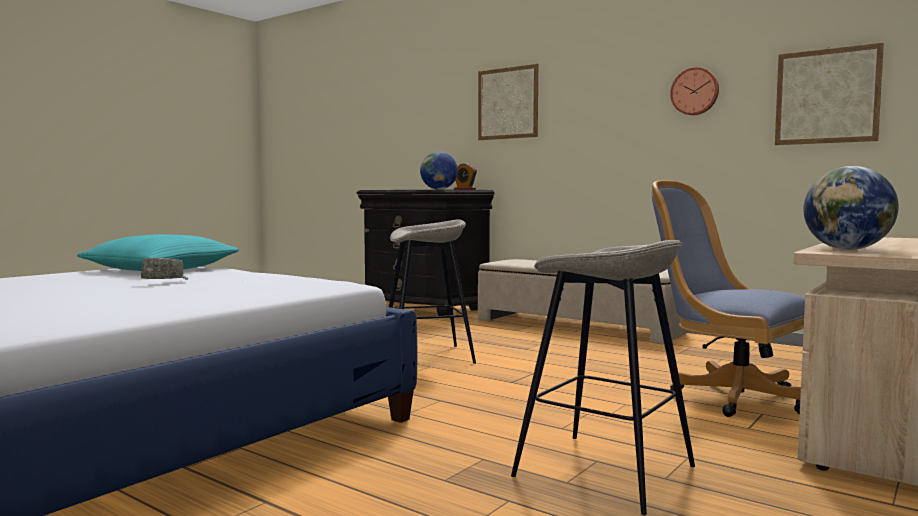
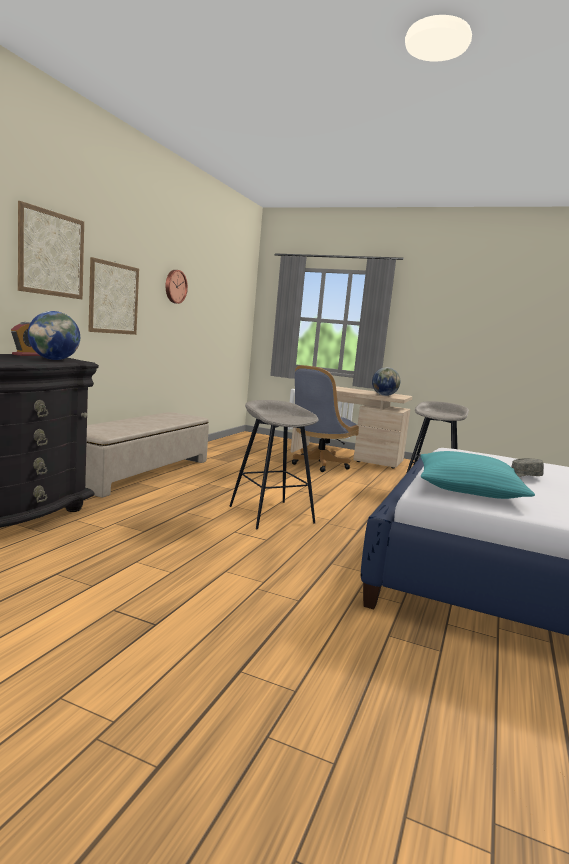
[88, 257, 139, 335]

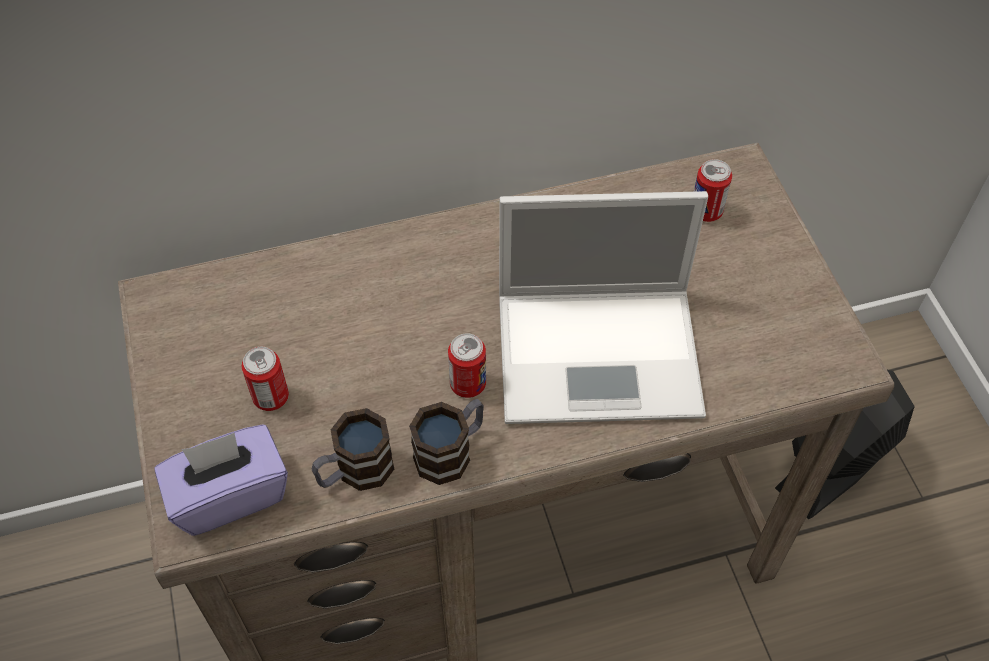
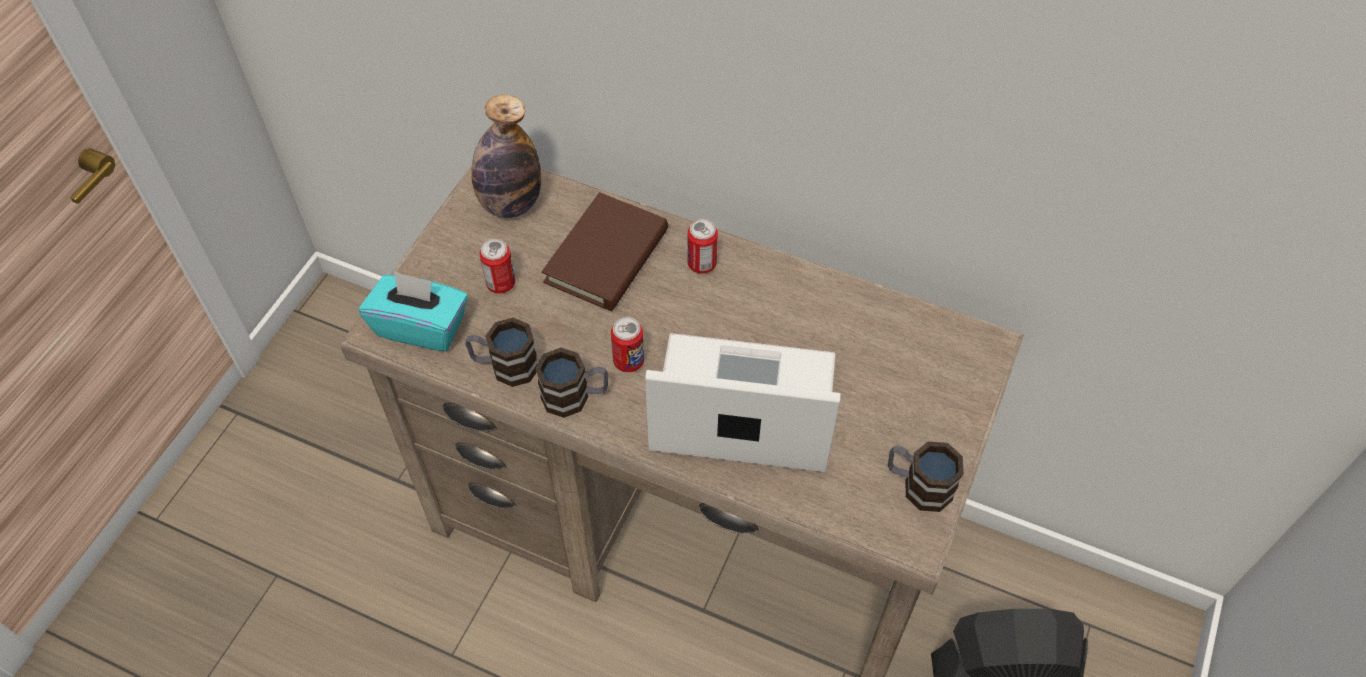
[471, 94, 541, 218]
[542, 192, 668, 311]
[888, 442, 964, 512]
[687, 219, 718, 274]
[359, 271, 468, 352]
[645, 333, 841, 472]

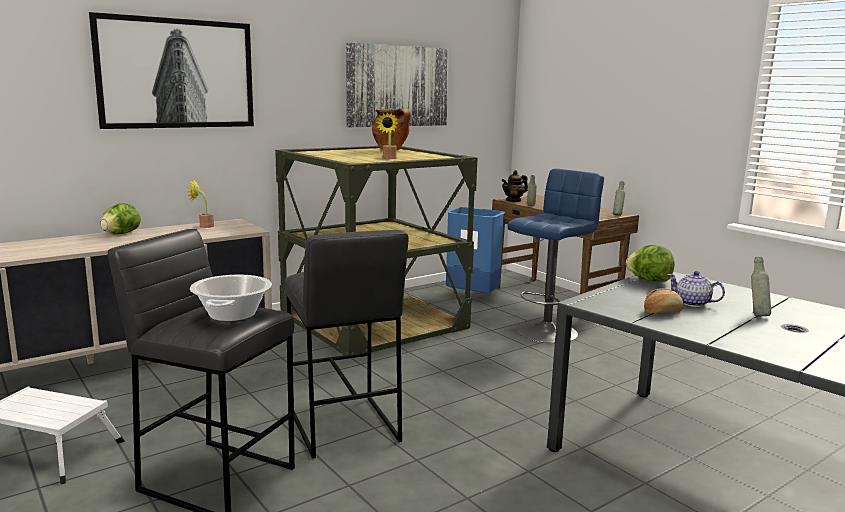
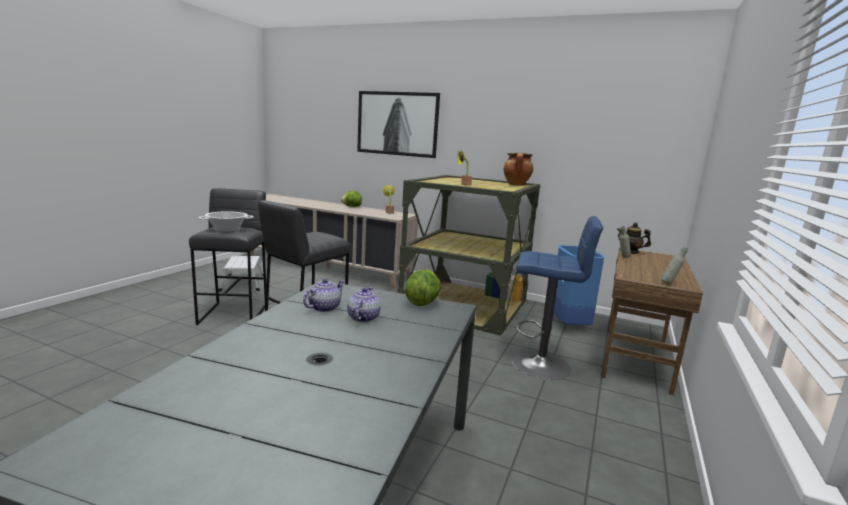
[346, 43, 449, 127] (first image)
[751, 257, 771, 316] (first image)
[303, 279, 345, 312]

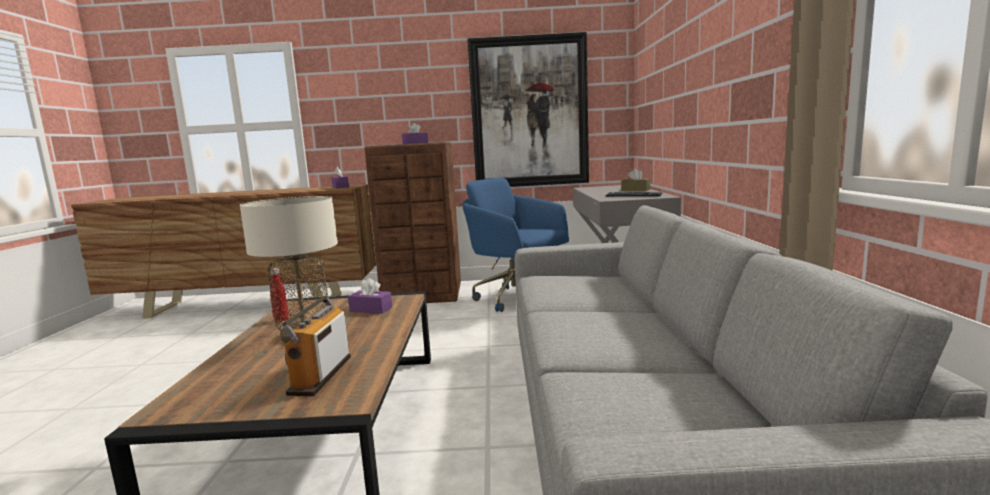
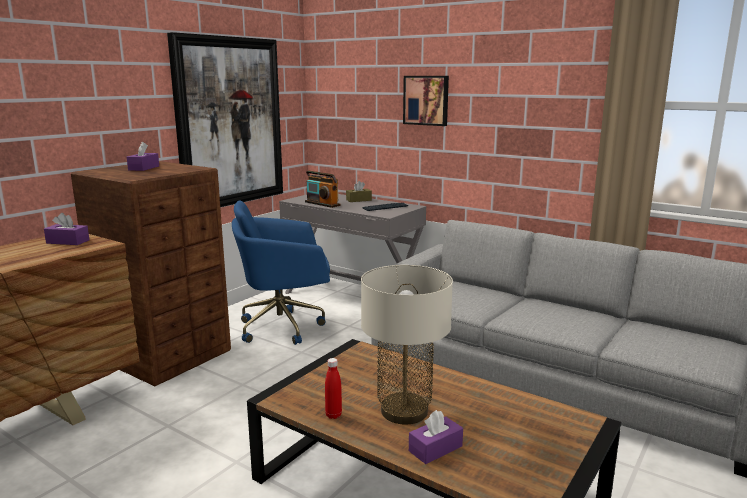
[403, 76, 449, 126]
[305, 170, 341, 208]
[409, 410, 463, 464]

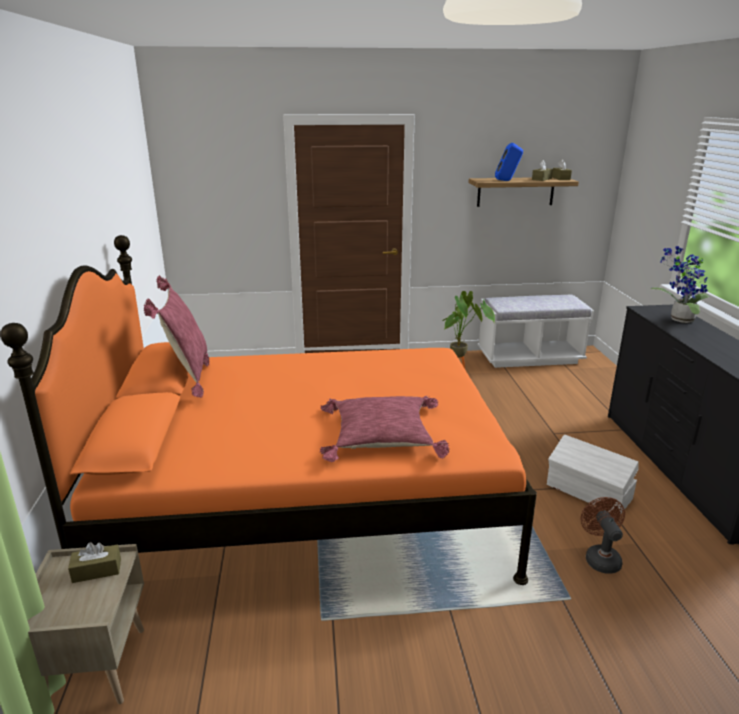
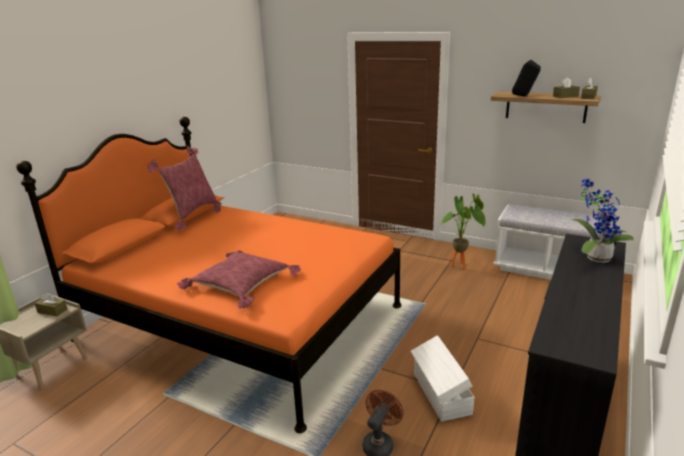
[512, 60, 541, 96]

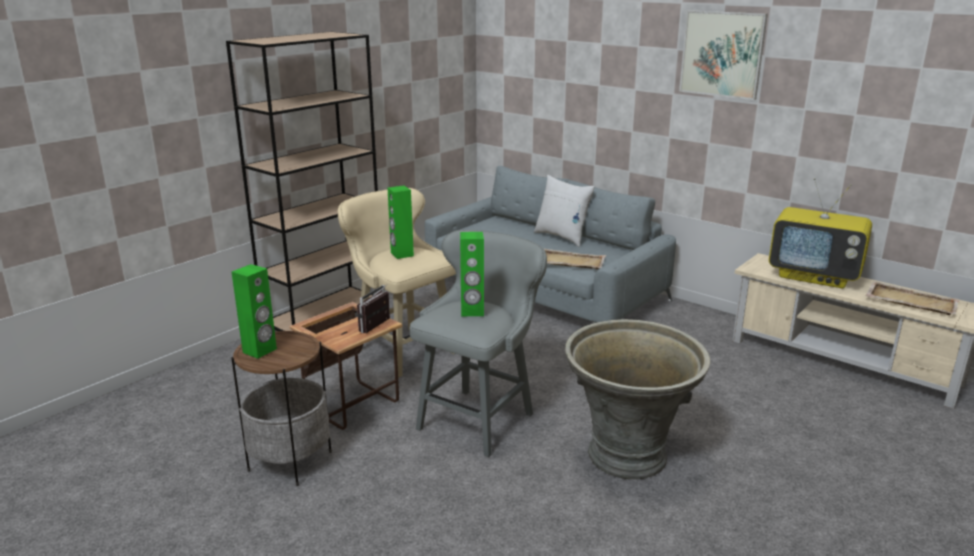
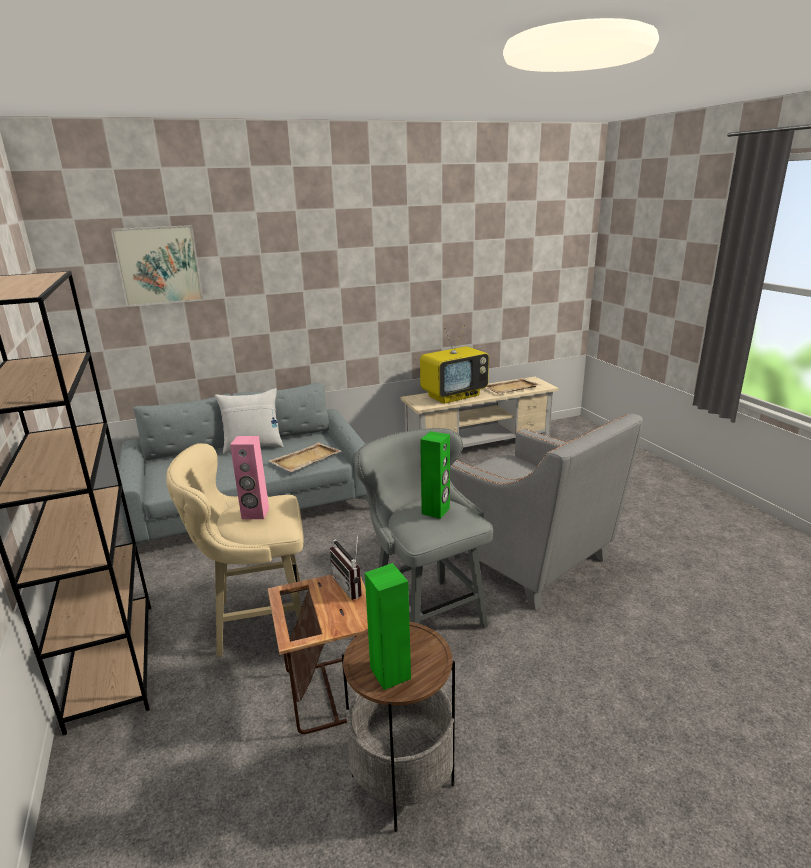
[111, 225, 204, 307]
[450, 414, 643, 610]
[230, 436, 269, 519]

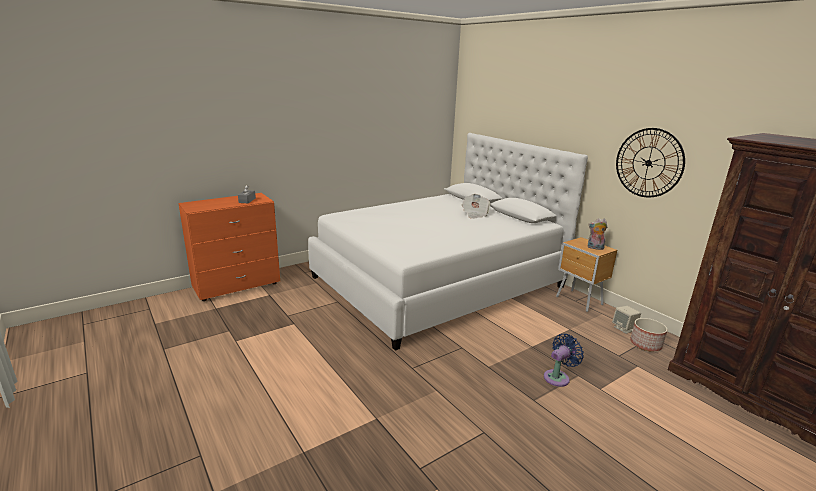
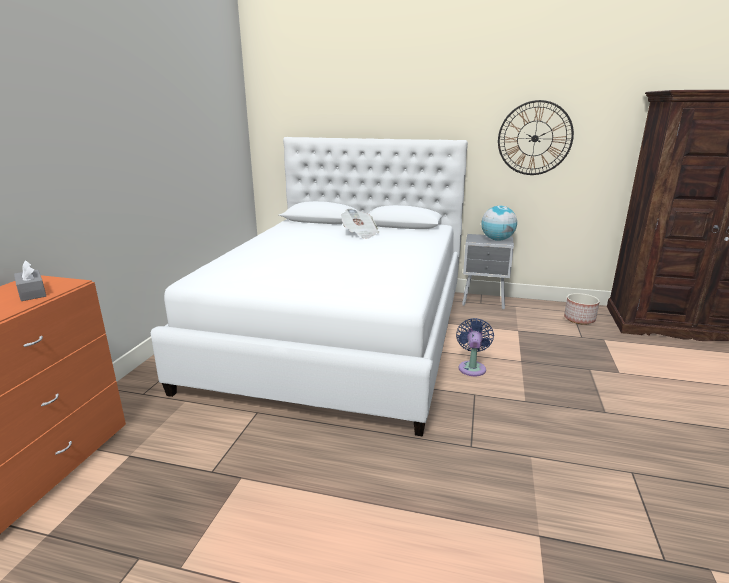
[612, 306, 641, 334] (first image)
[456, 318, 494, 376]
[481, 206, 517, 241]
[462, 234, 514, 310]

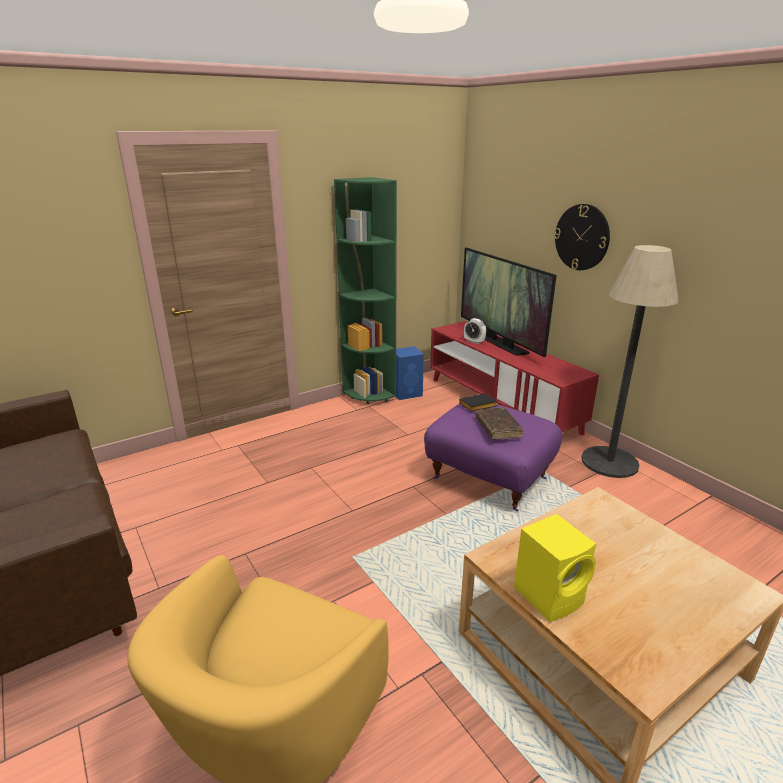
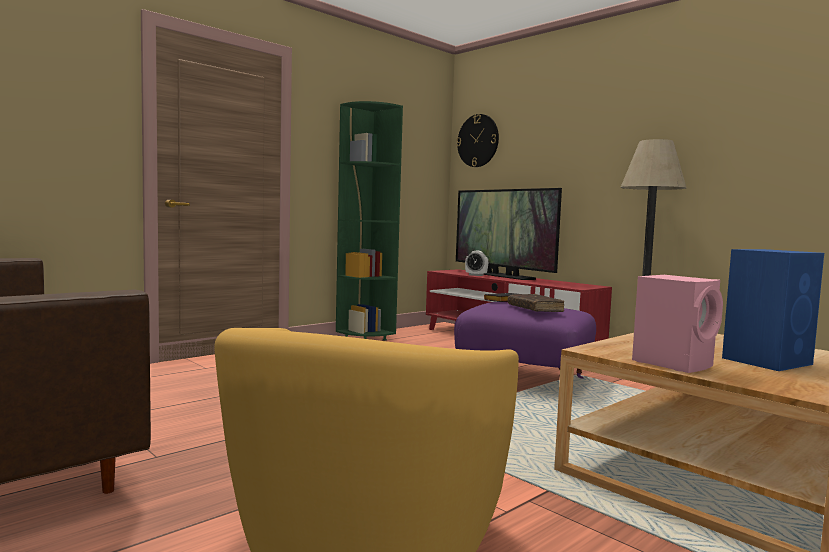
[722, 249, 824, 371]
[456, 114, 499, 167]
[632, 275, 723, 373]

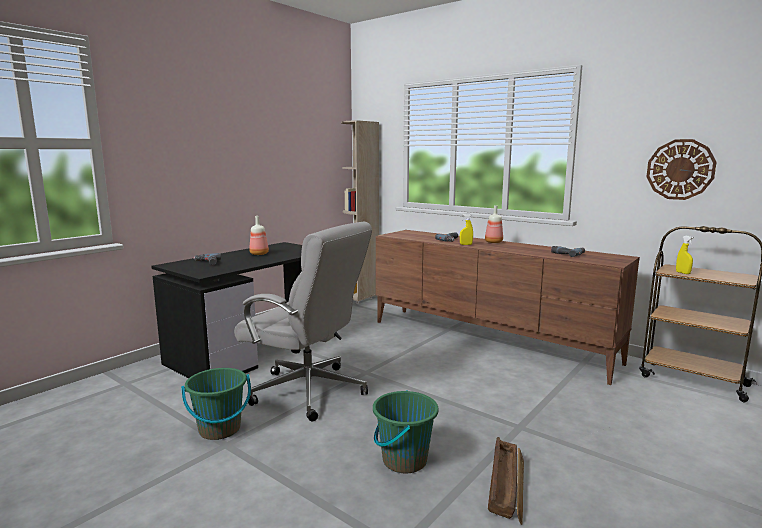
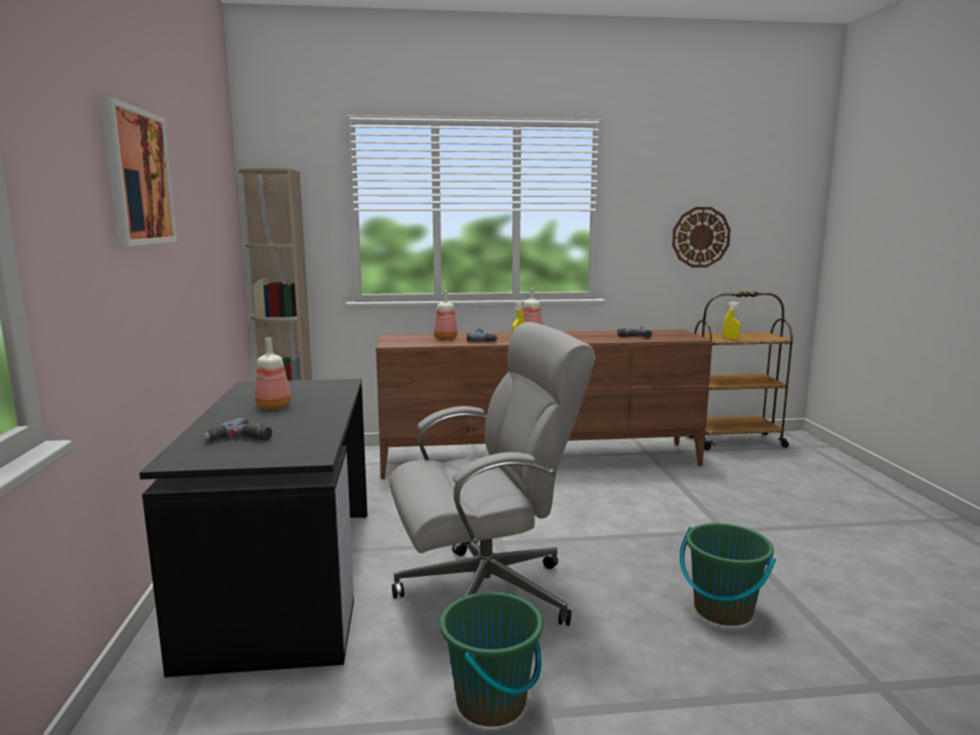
[488, 437, 524, 525] (first image)
[100, 97, 177, 246]
[434, 290, 458, 340]

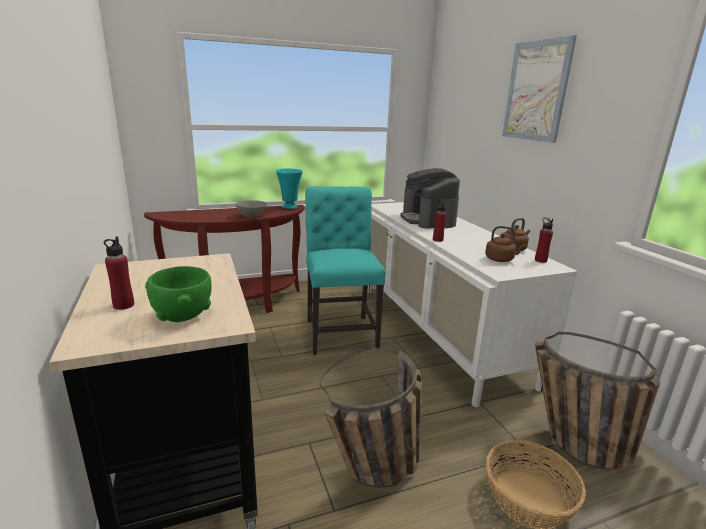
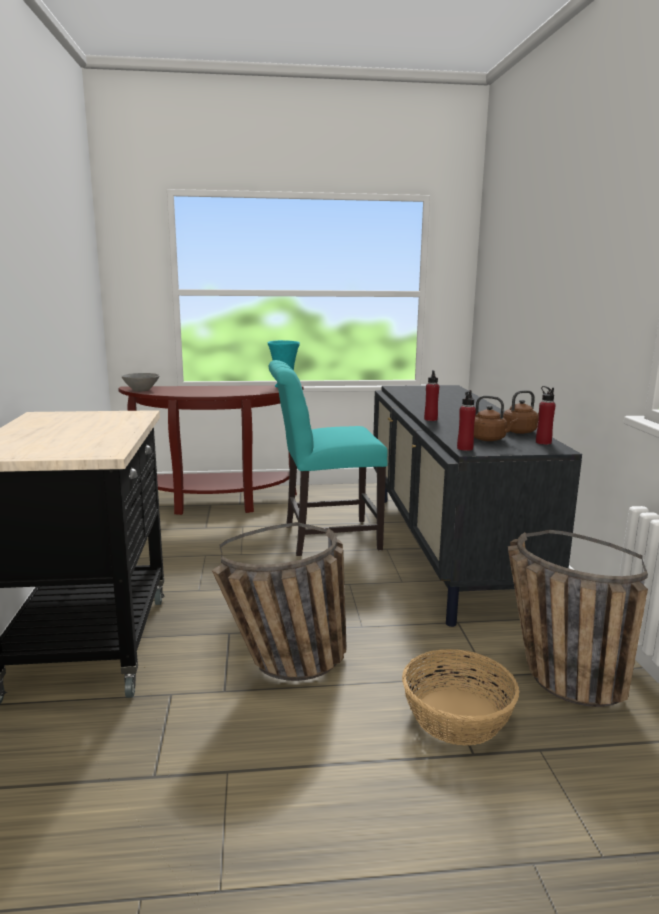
[145, 266, 212, 322] (first image)
[400, 168, 460, 229] (first image)
[502, 35, 577, 143] (first image)
[457, 390, 476, 451]
[122, 373, 160, 391]
[373, 385, 582, 627]
[269, 360, 388, 556]

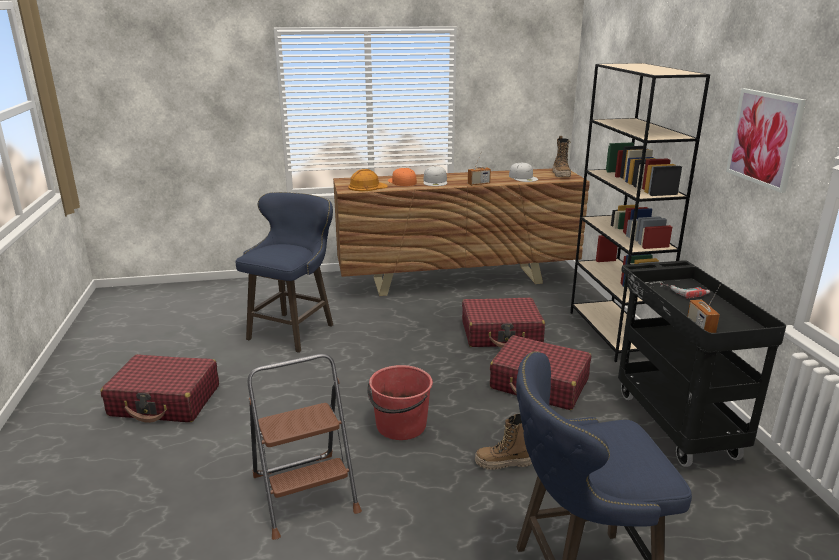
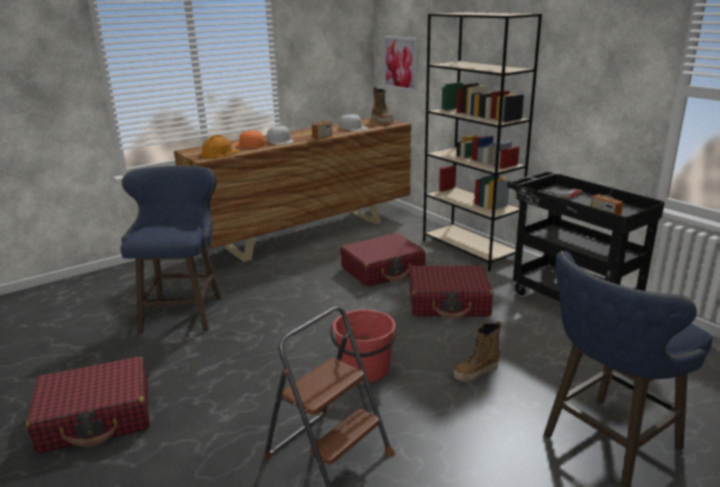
[384, 36, 418, 92]

